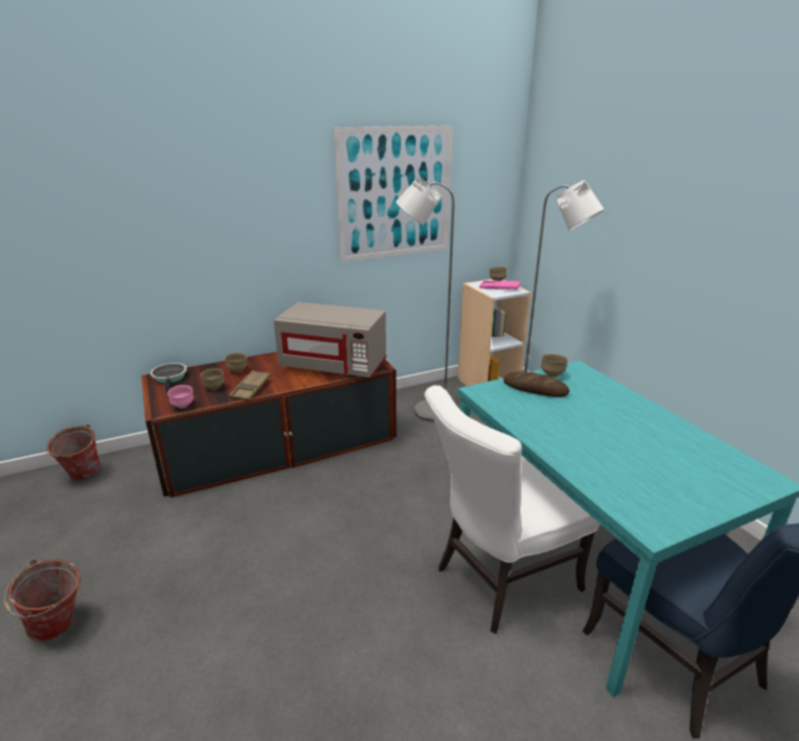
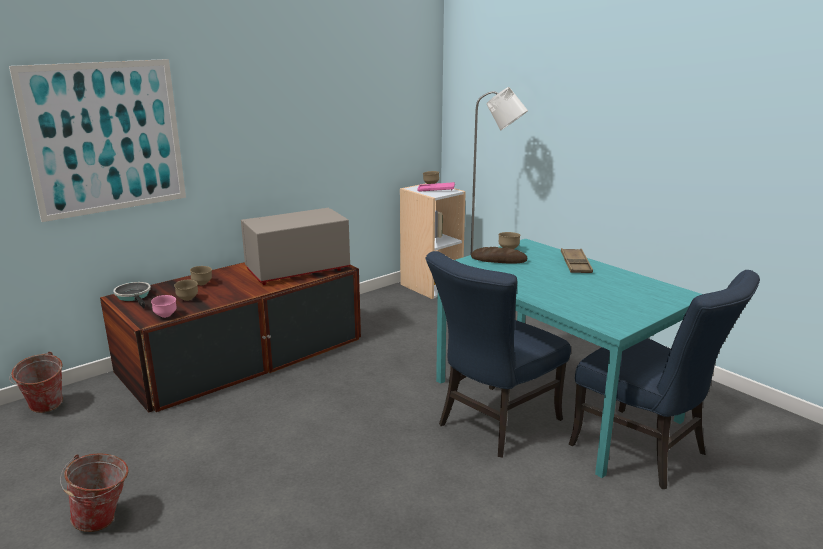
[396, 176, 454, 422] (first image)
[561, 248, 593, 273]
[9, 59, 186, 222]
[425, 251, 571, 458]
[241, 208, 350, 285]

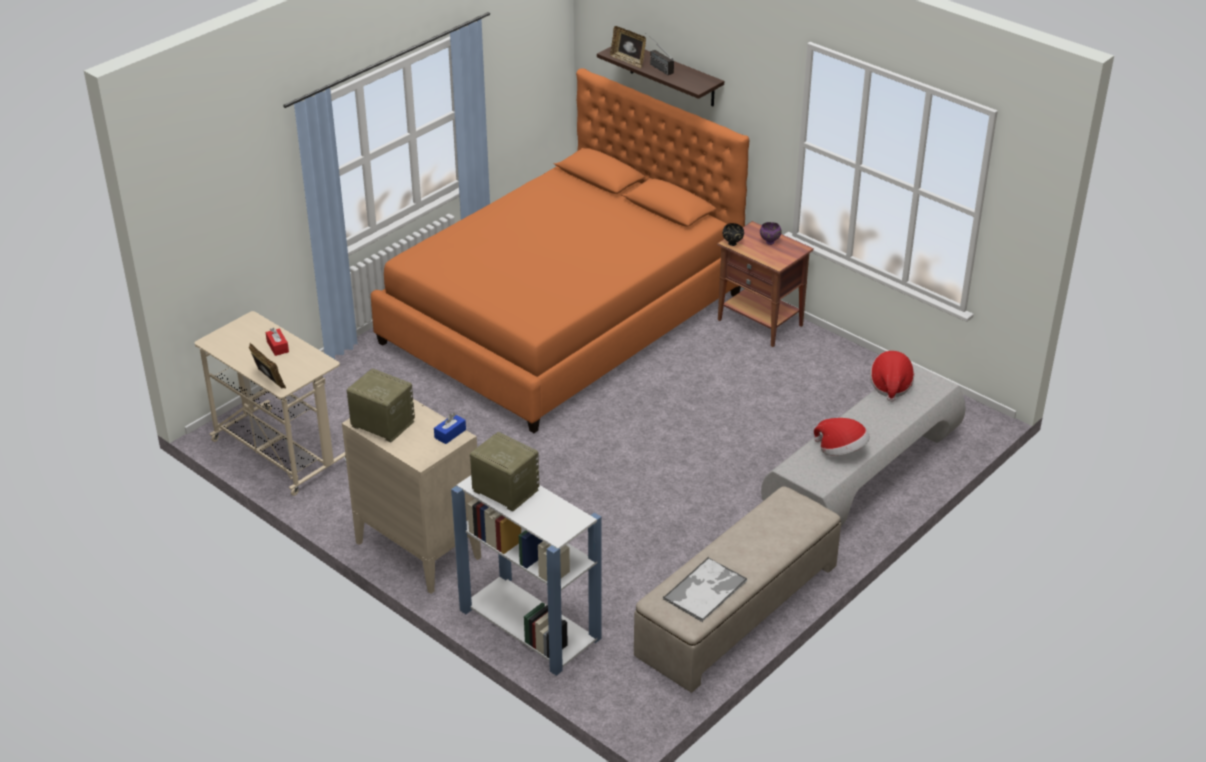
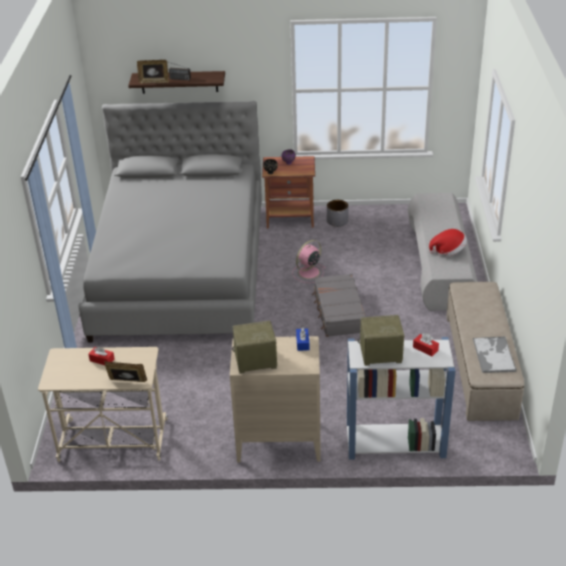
[870, 351, 914, 402] (first image)
[292, 240, 326, 283]
[312, 273, 366, 337]
[327, 200, 348, 227]
[413, 333, 439, 357]
[78, 101, 262, 343]

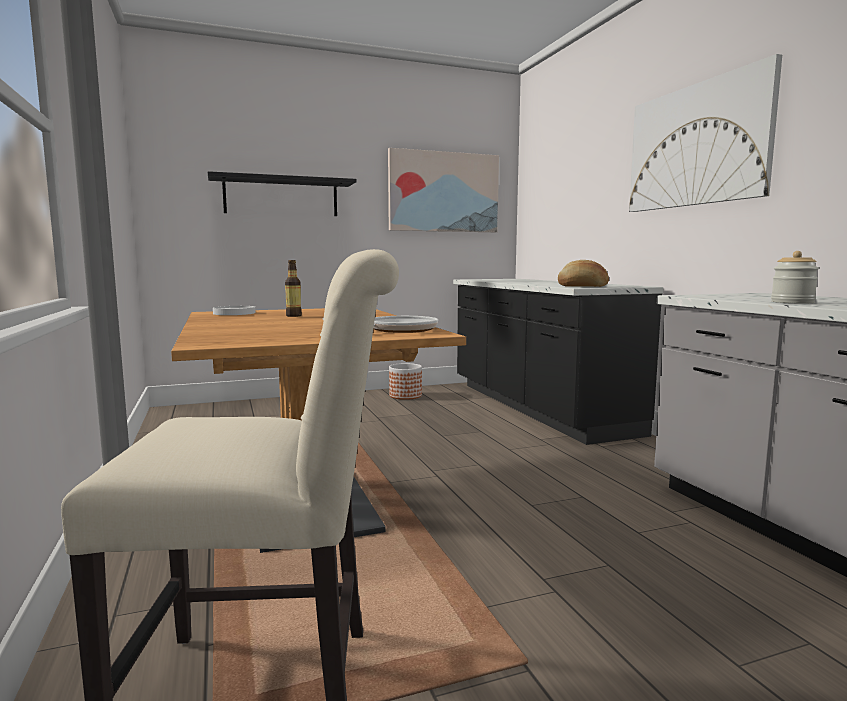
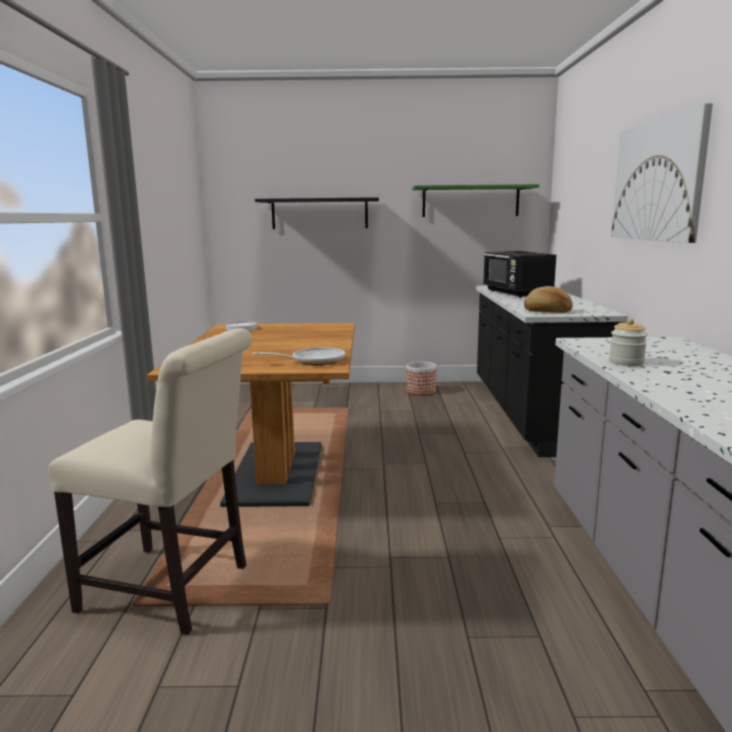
[285, 260, 302, 317] (first image)
[483, 251, 556, 298]
[412, 184, 539, 217]

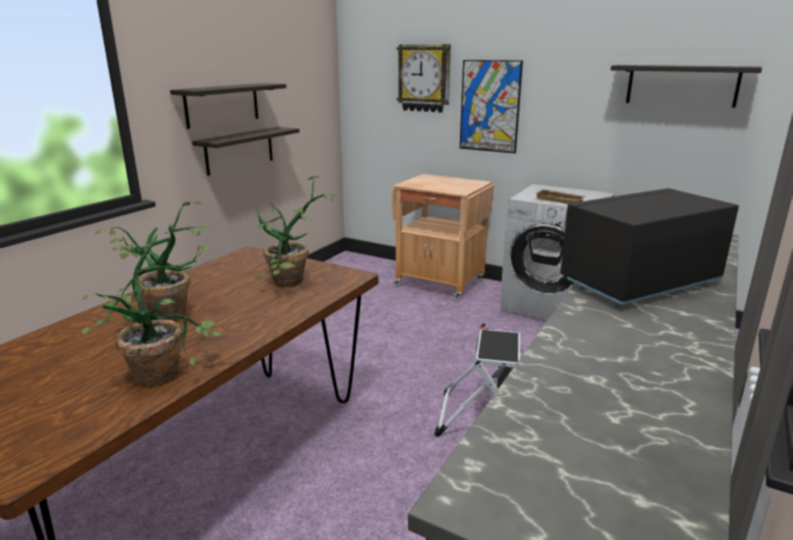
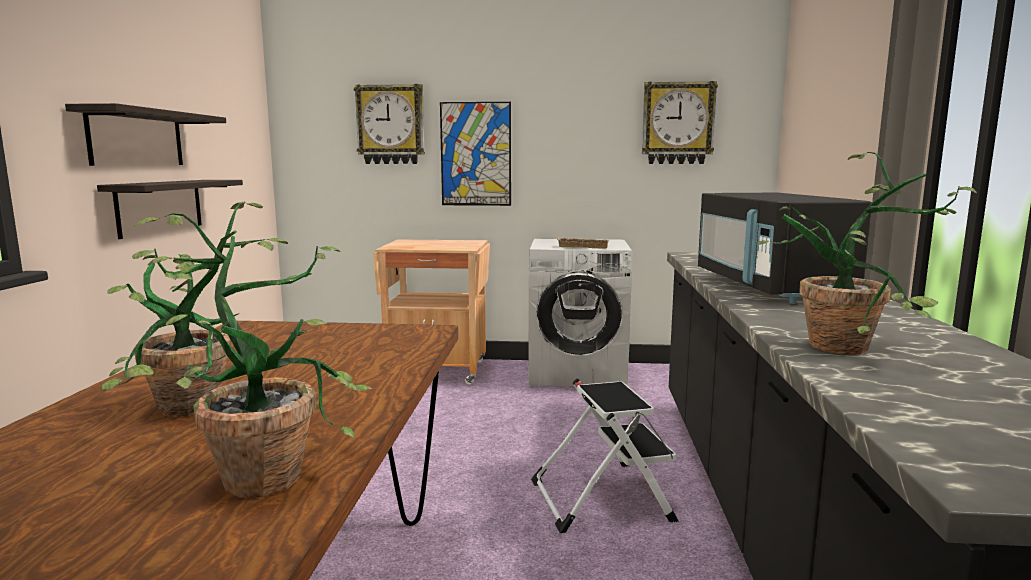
[758, 152, 977, 355]
[642, 81, 718, 164]
[698, 193, 872, 304]

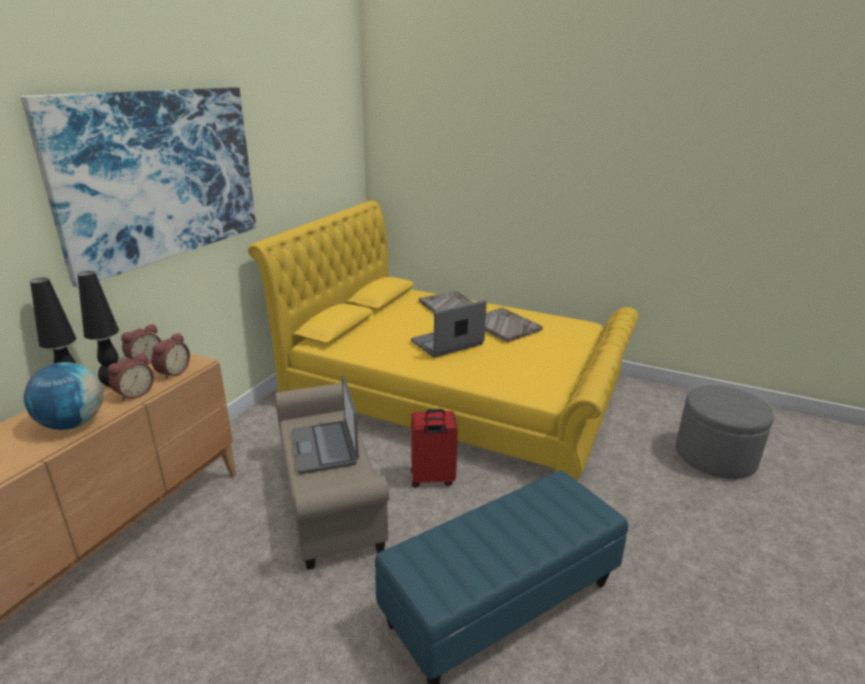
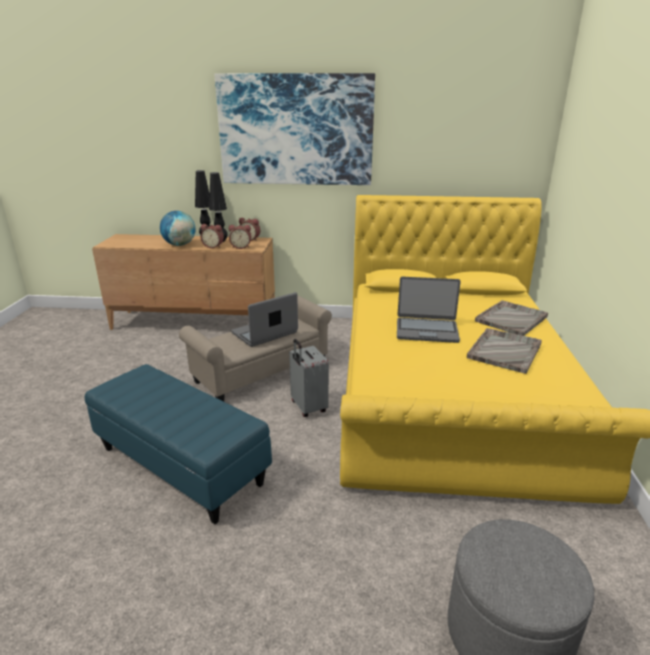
[289, 339, 329, 417]
[397, 277, 461, 343]

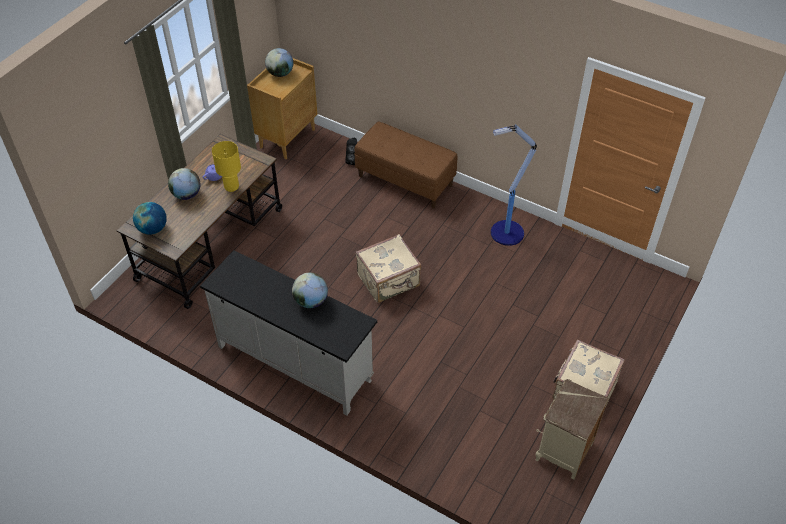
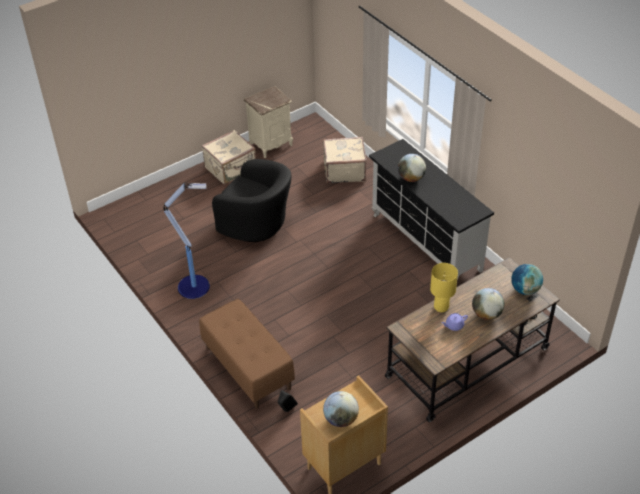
[212, 159, 292, 242]
[323, 137, 367, 184]

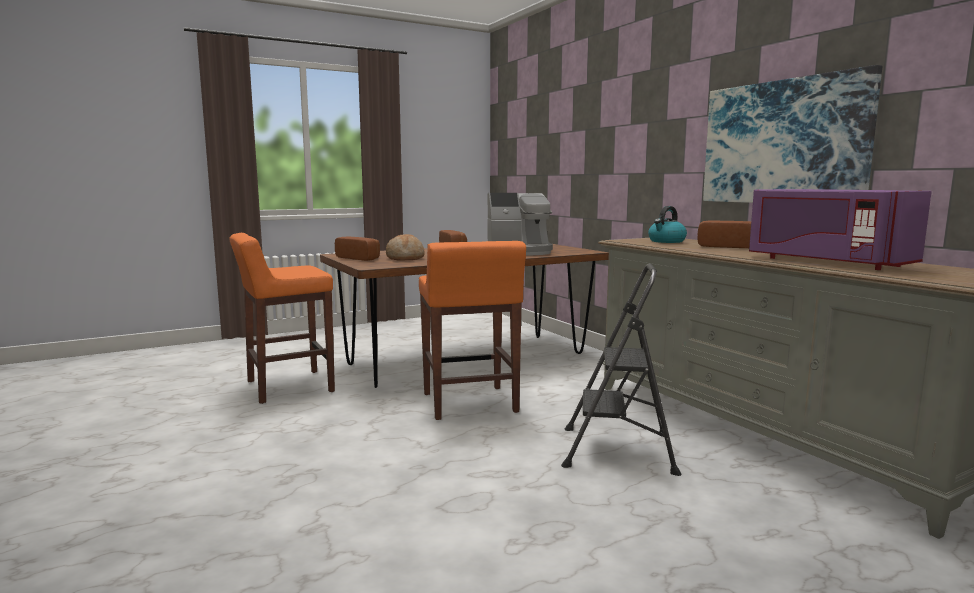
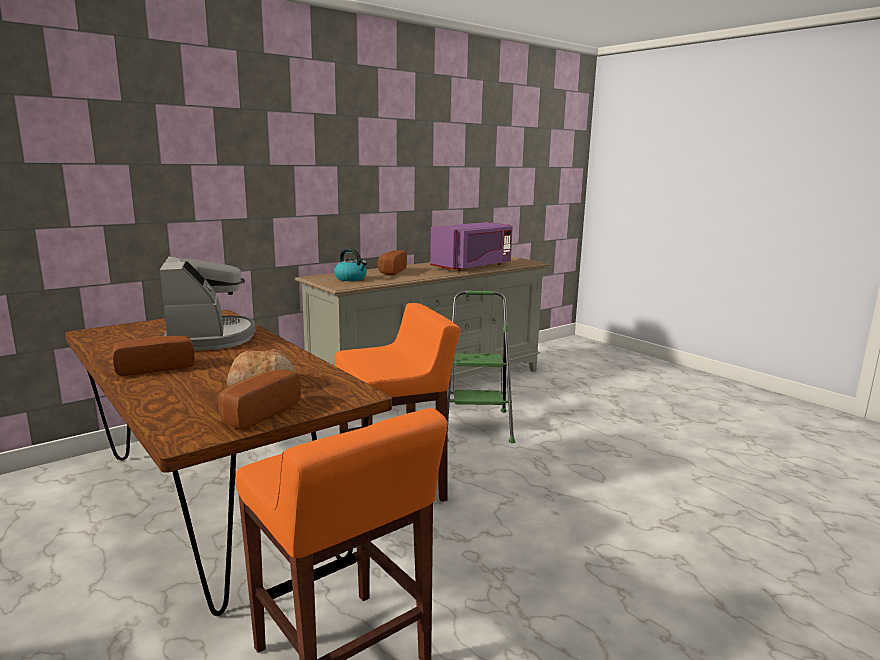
[703, 65, 882, 203] (first image)
[447, 291, 515, 443]

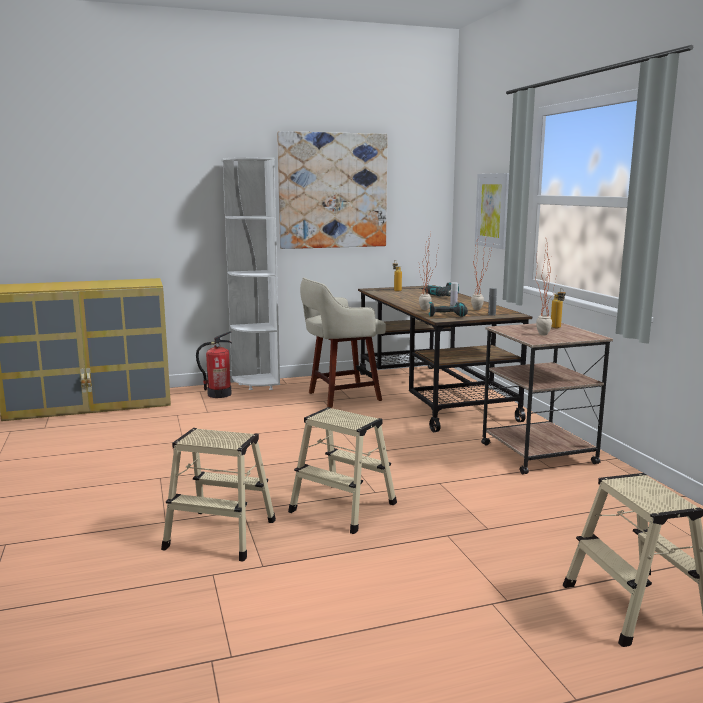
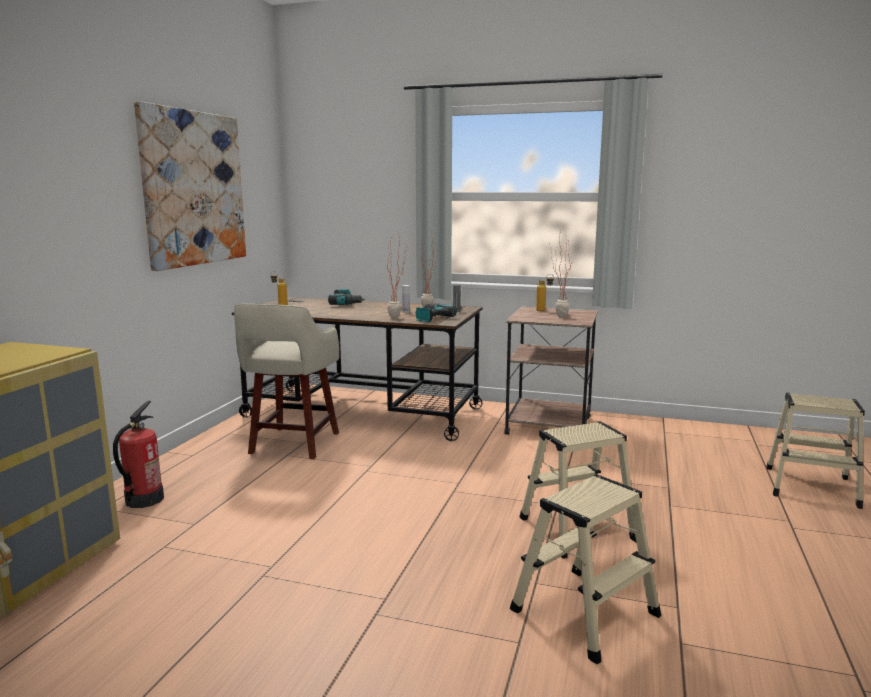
[223, 157, 280, 390] (first image)
[475, 173, 509, 249] (first image)

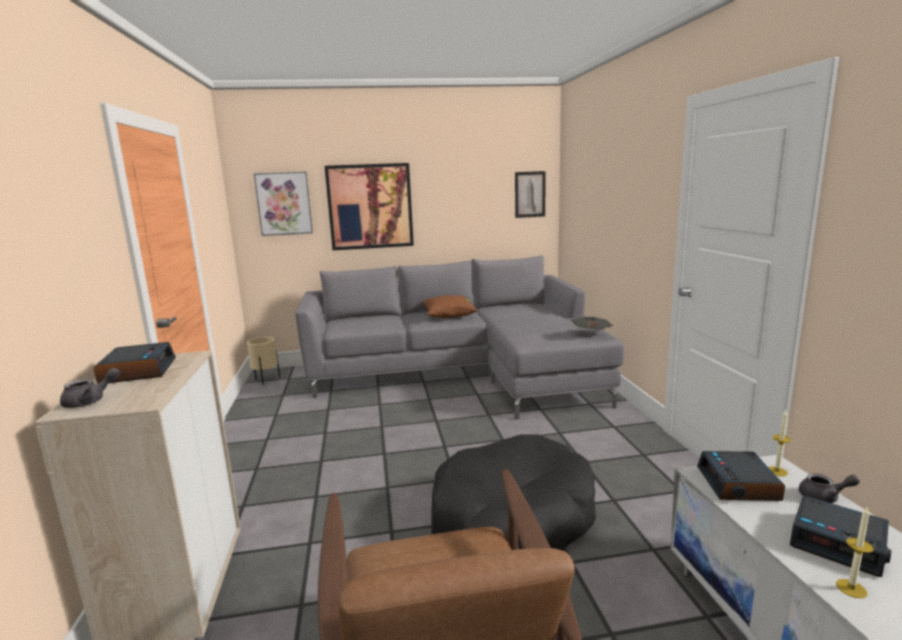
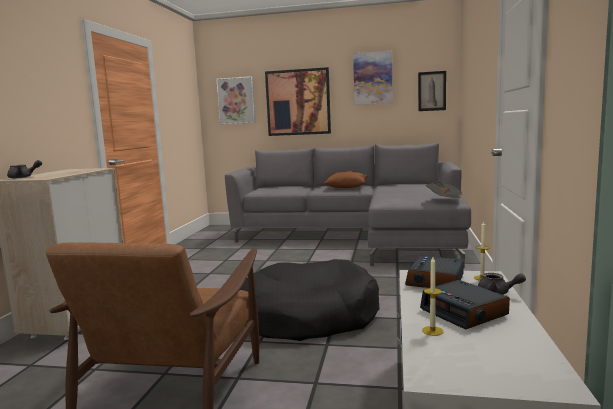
[94, 342, 176, 384] (first image)
[247, 337, 280, 385] (first image)
[353, 51, 393, 105]

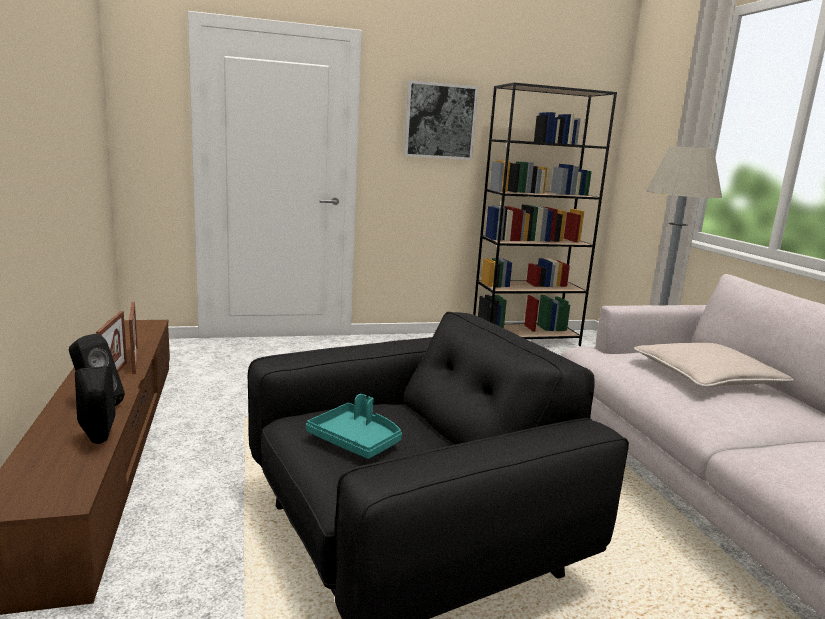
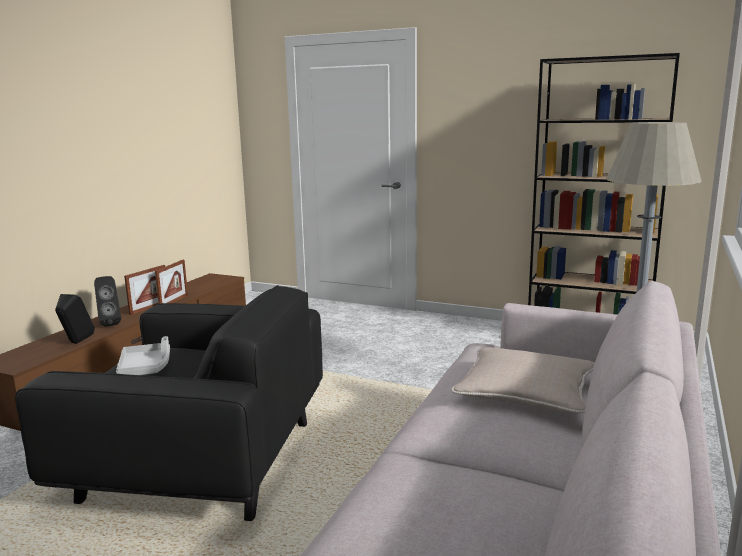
[404, 80, 478, 160] (first image)
[116, 336, 170, 375]

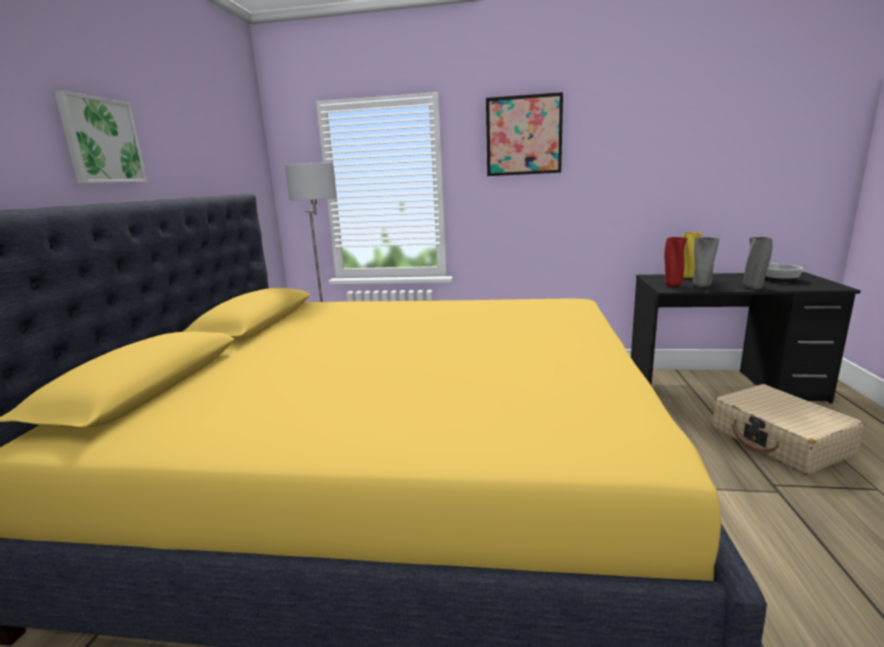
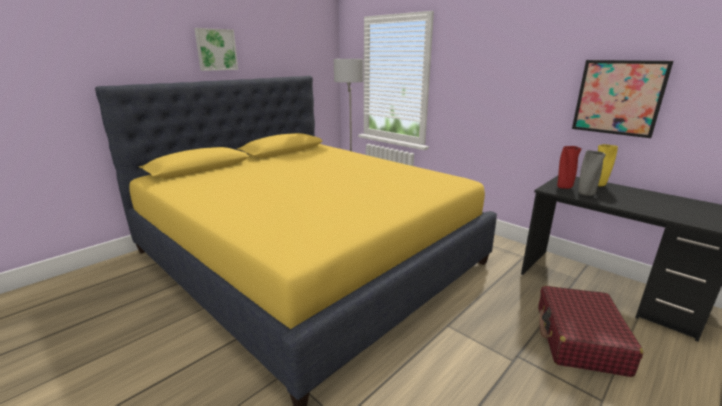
[744, 237, 772, 289] (first image)
[765, 264, 803, 282] (first image)
[572, 60, 673, 138]
[538, 286, 643, 377]

